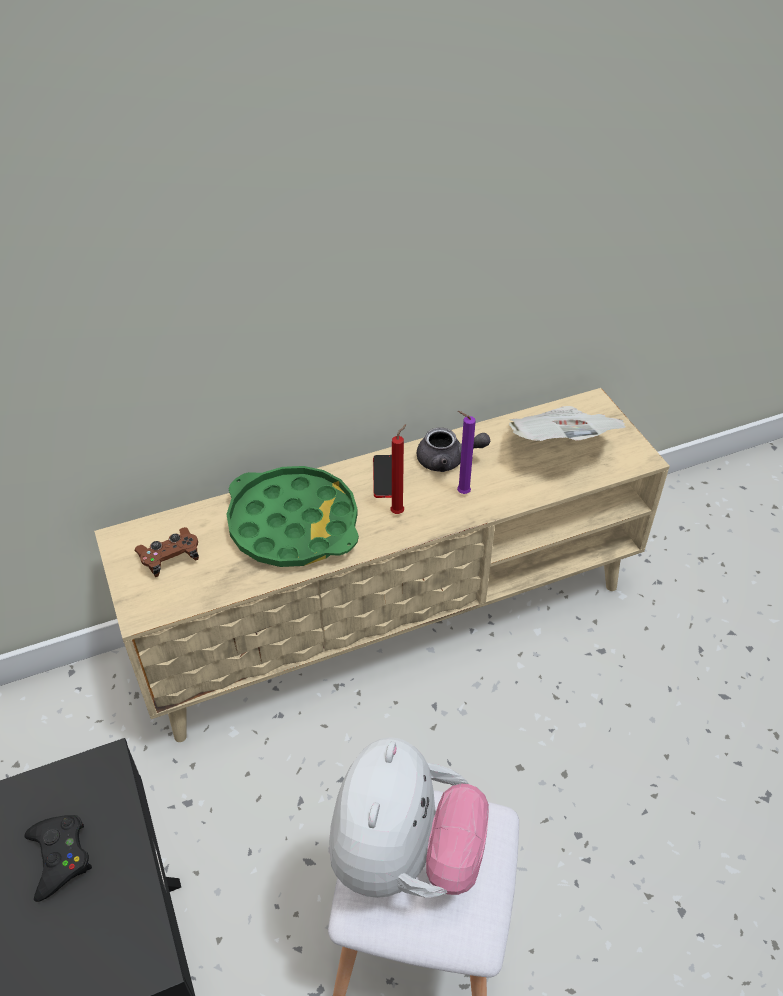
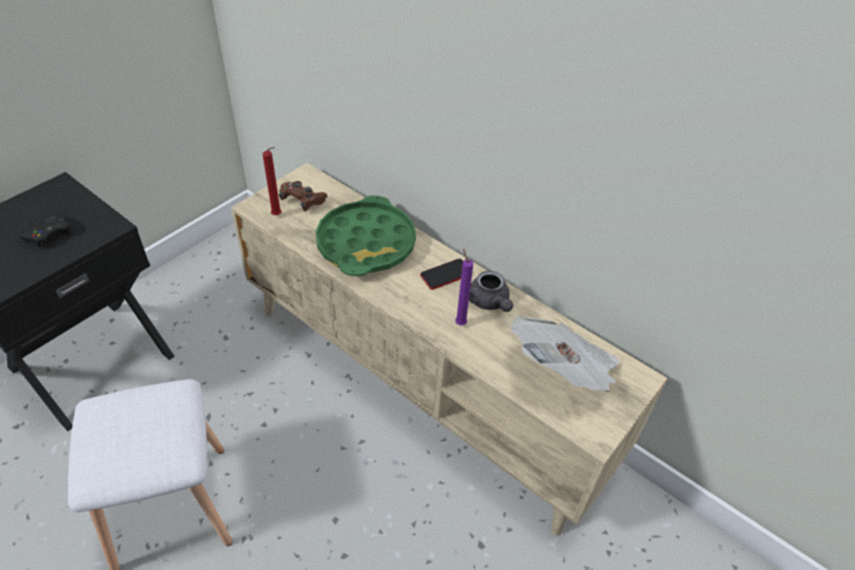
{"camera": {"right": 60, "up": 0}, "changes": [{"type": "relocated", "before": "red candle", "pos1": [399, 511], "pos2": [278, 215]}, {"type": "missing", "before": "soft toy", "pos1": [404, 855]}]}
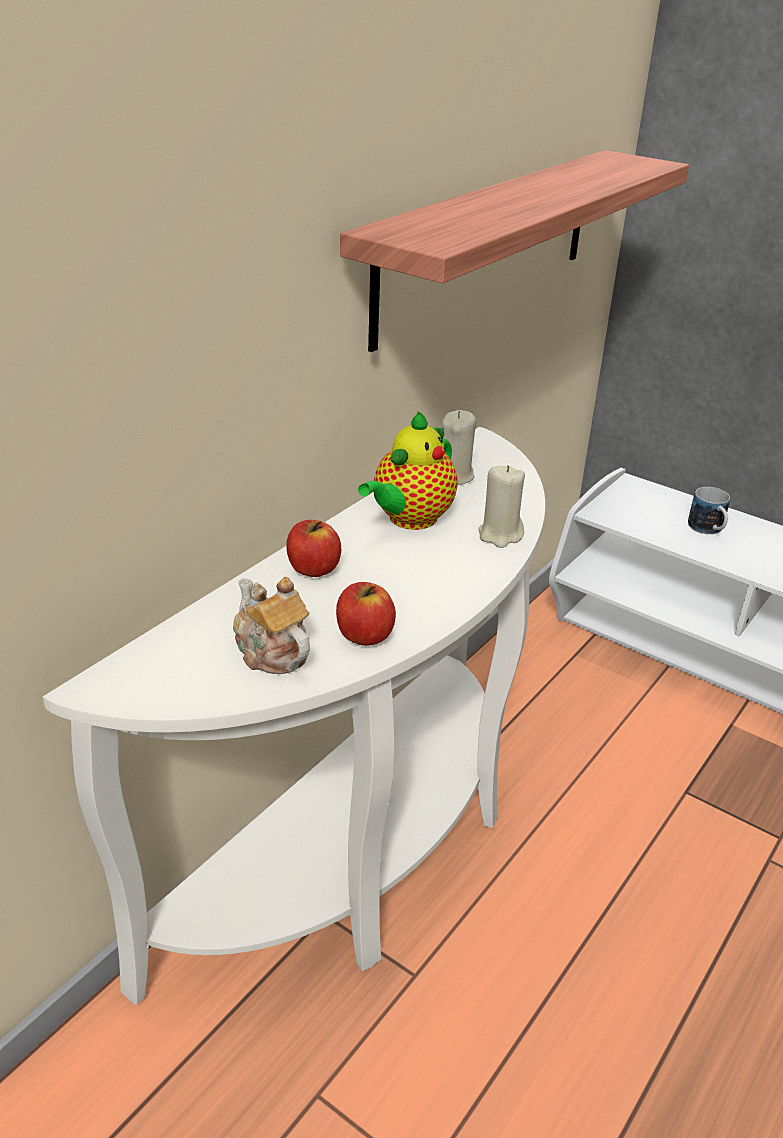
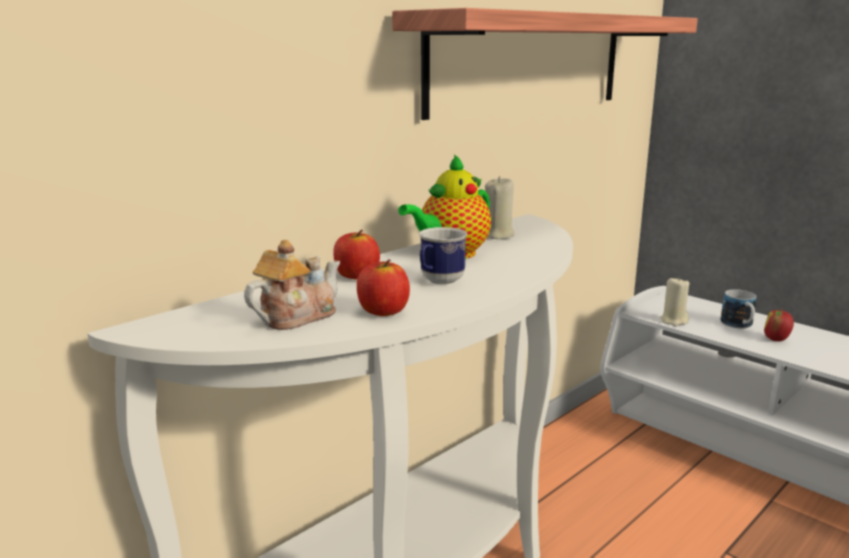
{"camera": {"right": 10, "up": -15}, "changes": [{"type": "spun", "before": "tea pot", "pos1": [270, 652], "pos2": [295, 317], "turn": 75}, {"type": "appeared", "after": "tea mug", "pos2": [438, 282]}, {"type": "relocated", "before": "sand-coloured candle", "pos1": [500, 535], "pos2": [674, 321]}, {"type": "appeared", "after": "apple fruit", "pos2": [776, 339]}]}
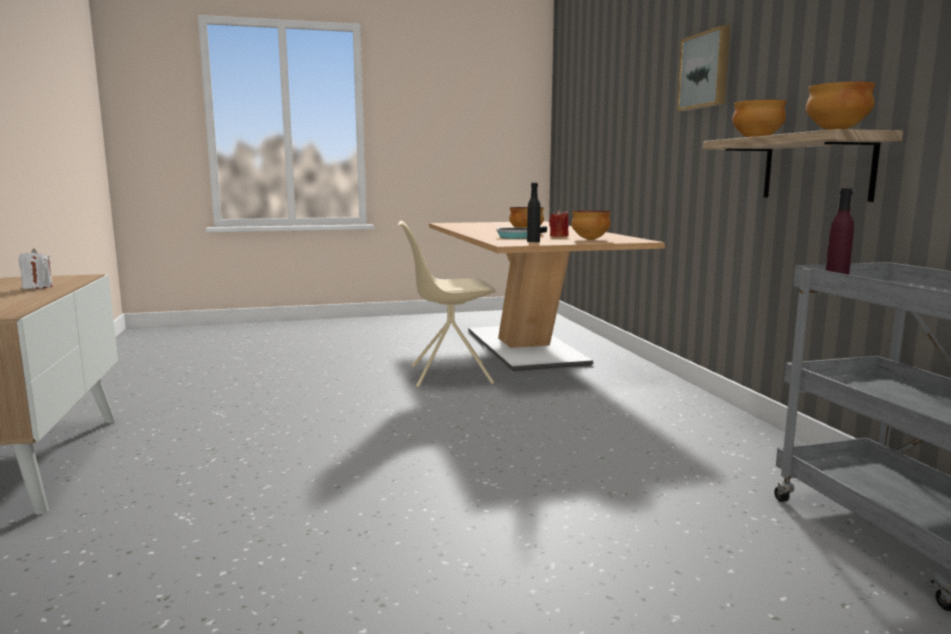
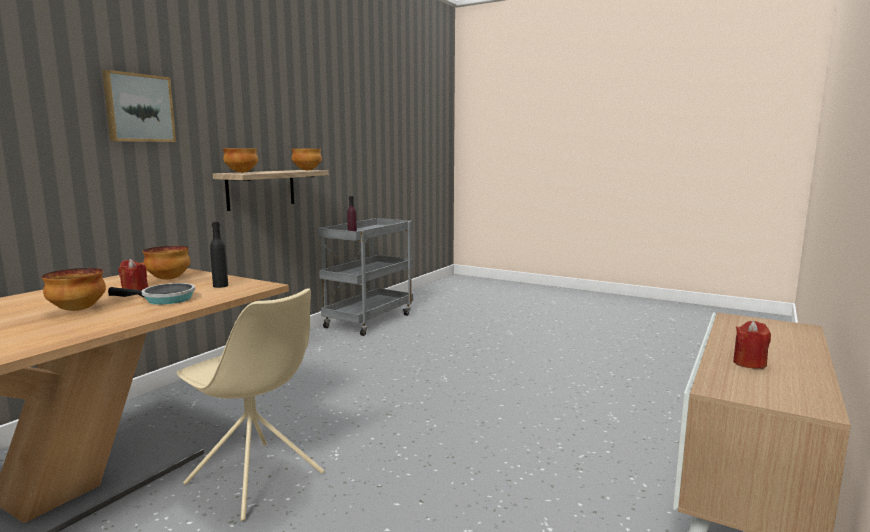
{"camera": {"right": -135, "up": 0}, "changes": [{"type": "colour", "before": "whitish candle", "after": "red candle", "pos1": [37, 287], "pos2": [749, 363]}]}
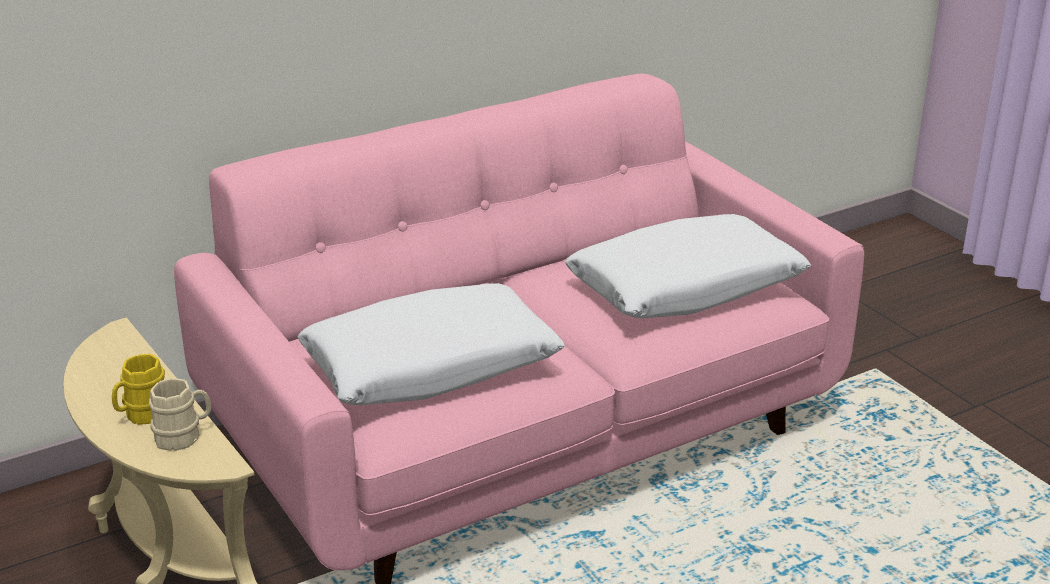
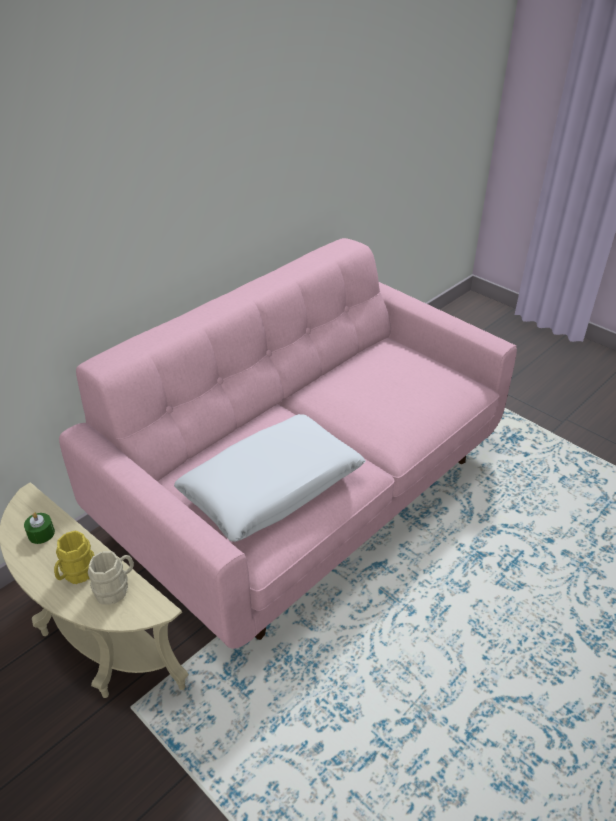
{"camera": {"right": -15, "up": 10}, "changes": [{"type": "appeared", "after": "green-coloured candle", "pos2": [41, 533]}, {"type": "missing", "before": "whitish pillow", "pos1": [686, 287]}]}
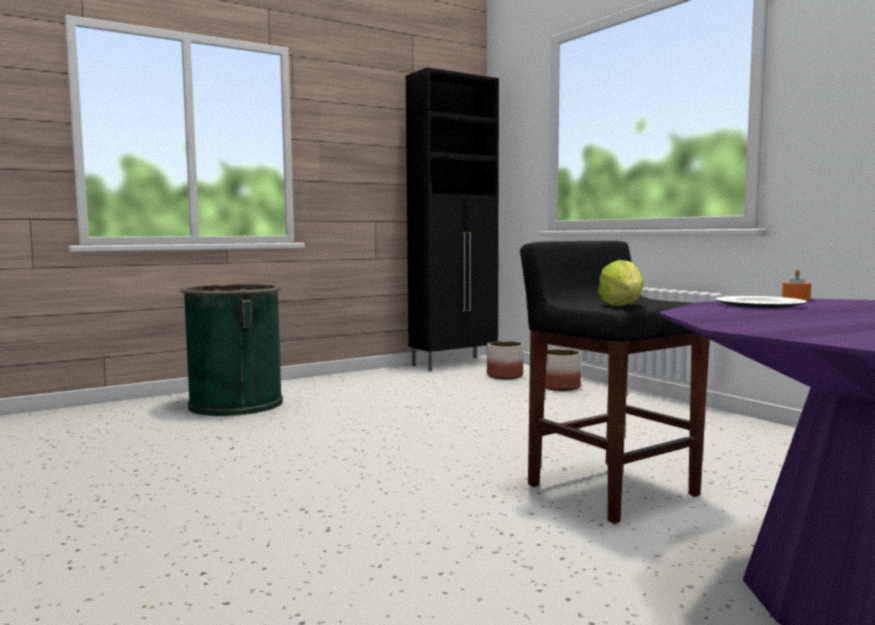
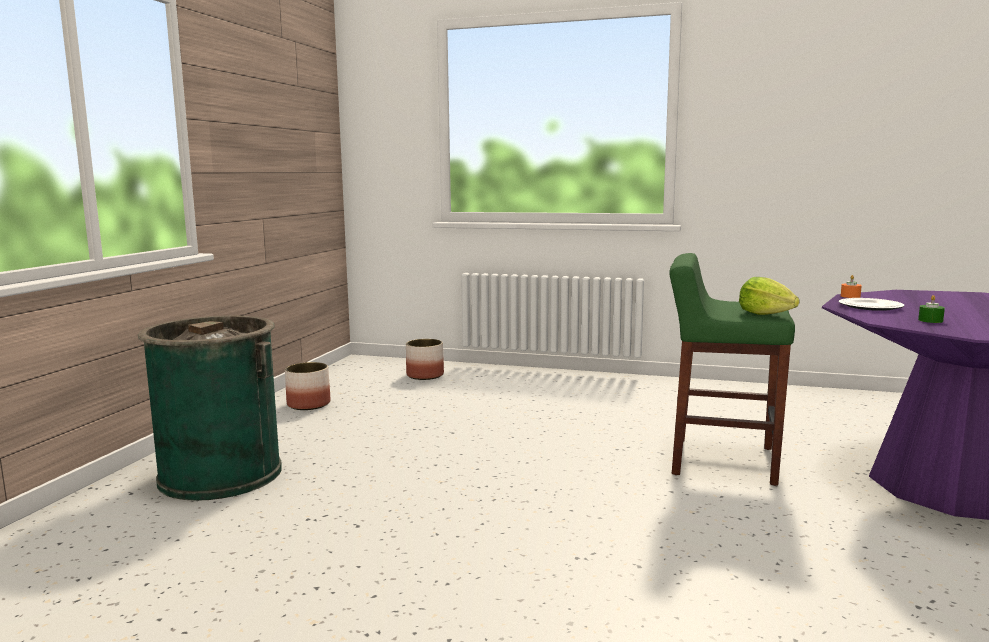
{"camera": {"right": -40, "up": 5}, "changes": [{"type": "relocated", "before": "flower pot", "pos1": [560, 387], "pos2": [308, 404]}, {"type": "colour", "before": "black-coloured sitting stool", "after": "green-coloured sitting stool", "pos1": [610, 489], "pos2": [720, 460]}, {"type": "appeared", "after": "green-coloured candle", "pos2": [930, 320]}, {"type": "missing", "before": "black-coloured storage cabinet", "pos1": [455, 364]}]}
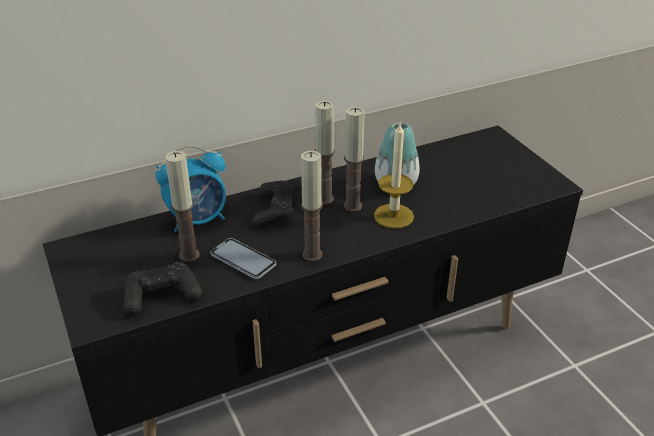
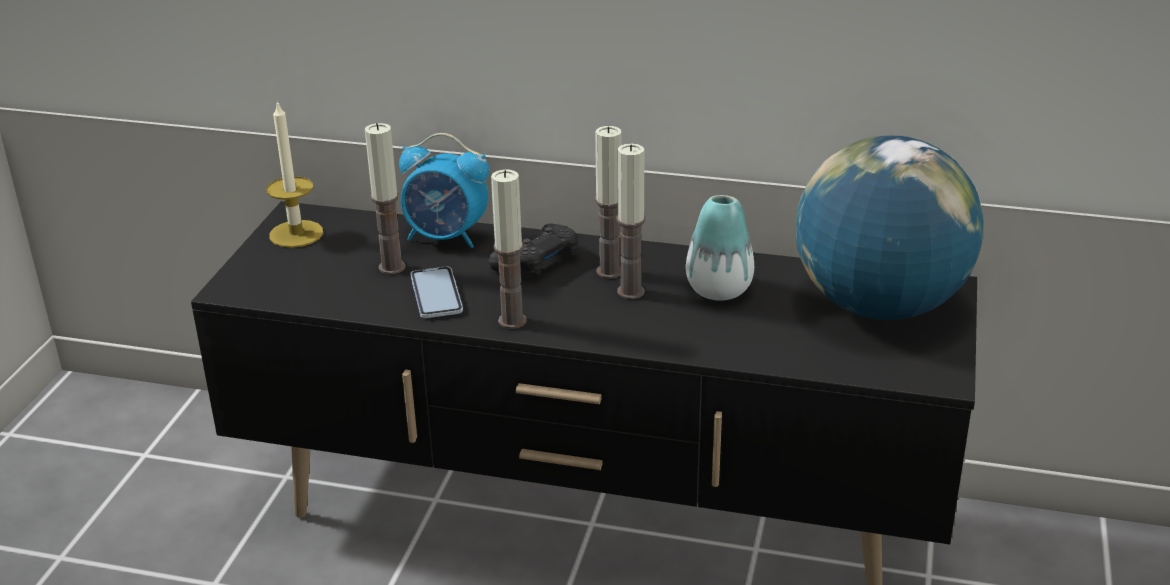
{"camera": {"right": 40, "up": -5}, "changes": [{"type": "relocated", "before": "candle", "pos1": [393, 216], "pos2": [296, 234]}, {"type": "appeared", "after": "globe", "pos2": [879, 305]}, {"type": "missing", "before": "black-coloured joypad", "pos1": [162, 296]}]}
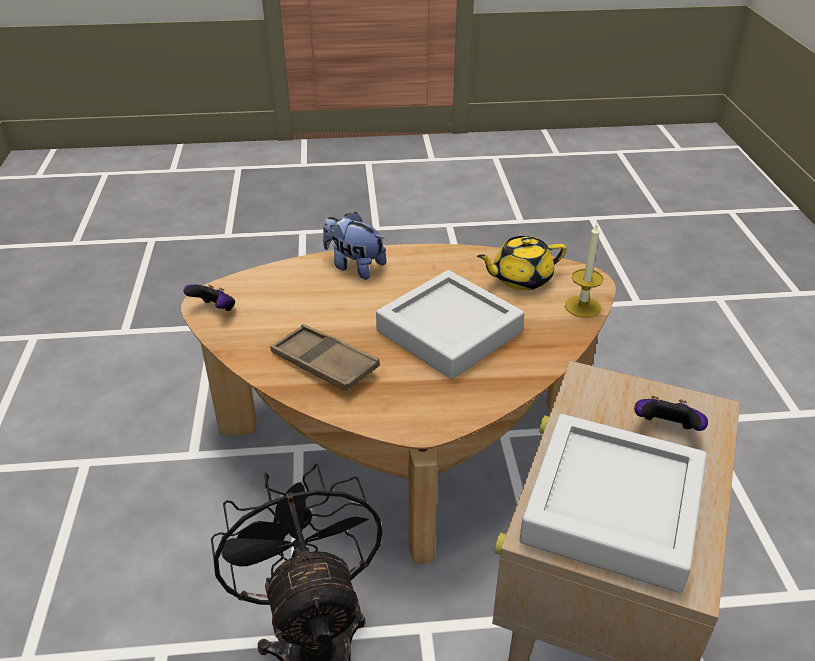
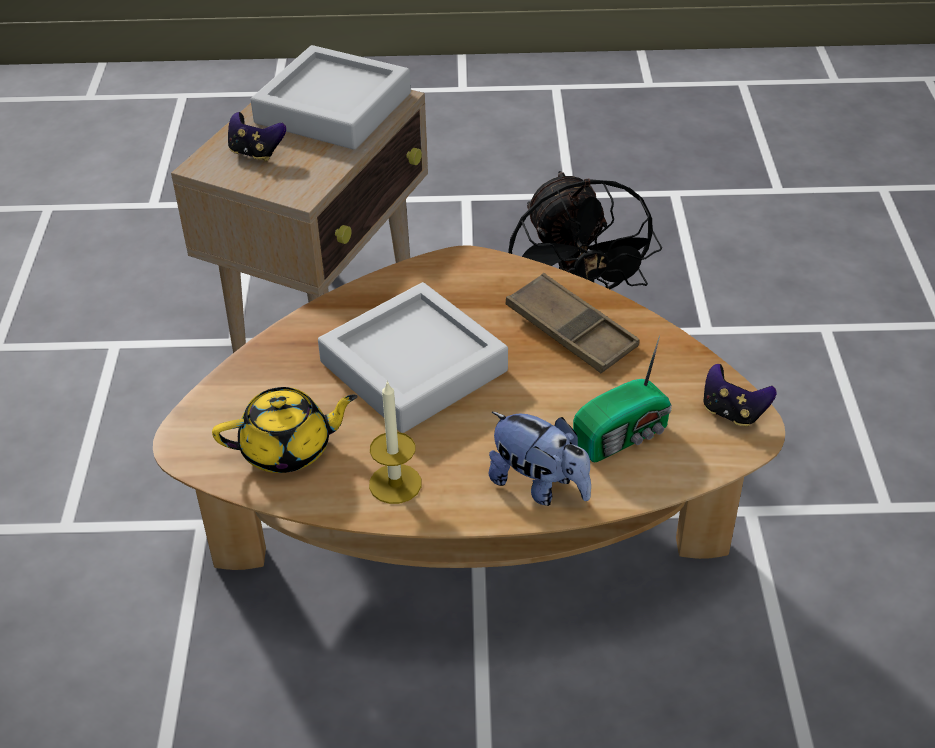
{"camera": {"right": -175, "up": 5}, "changes": [{"type": "relocated", "before": "candle", "pos1": [582, 306], "pos2": [395, 484]}, {"type": "appeared", "after": "radio", "pos2": [624, 436]}]}
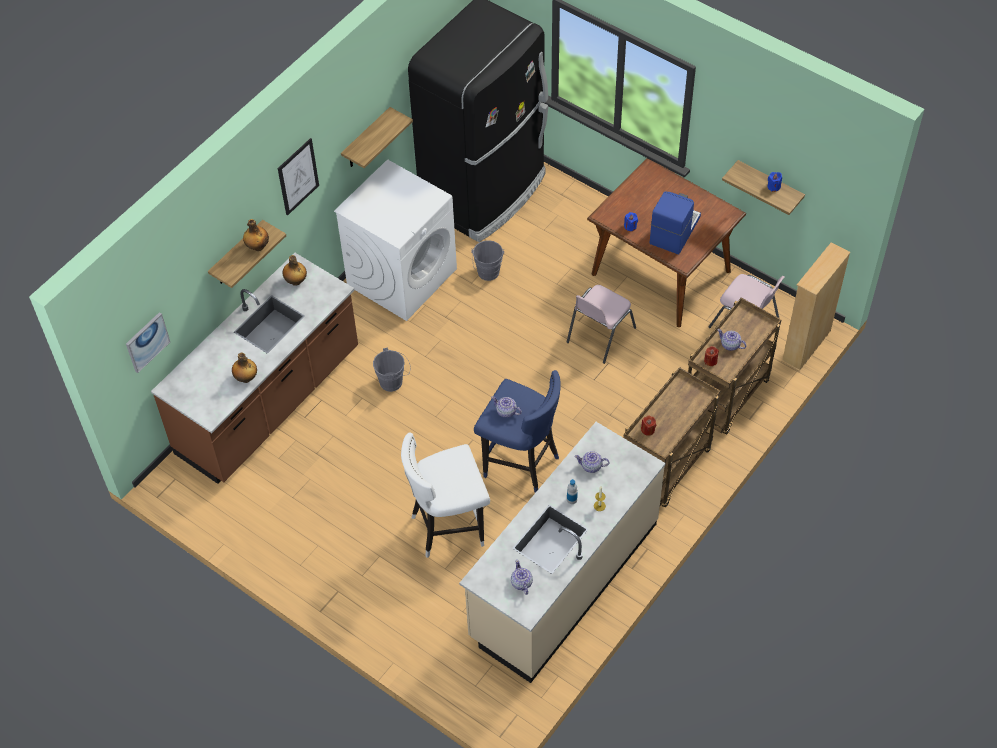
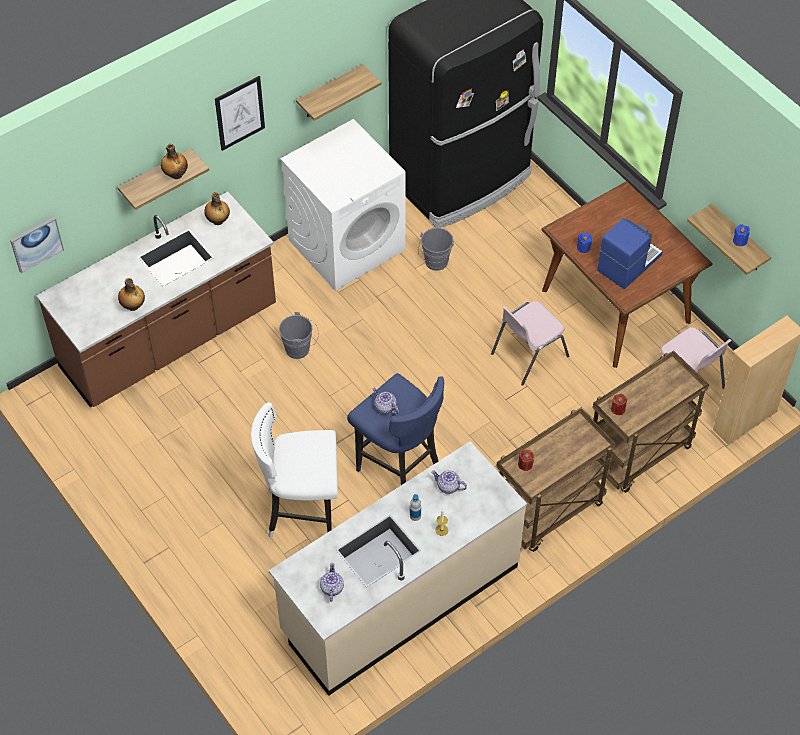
{"camera": {"right": 15, "up": 0}, "changes": [{"type": "missing", "before": "tea pot", "pos1": [730, 345]}]}
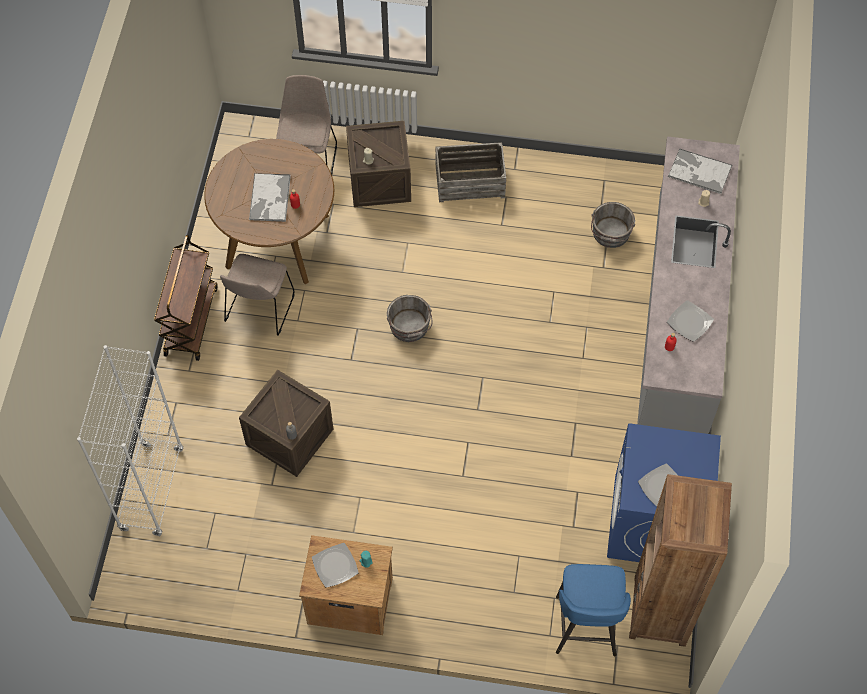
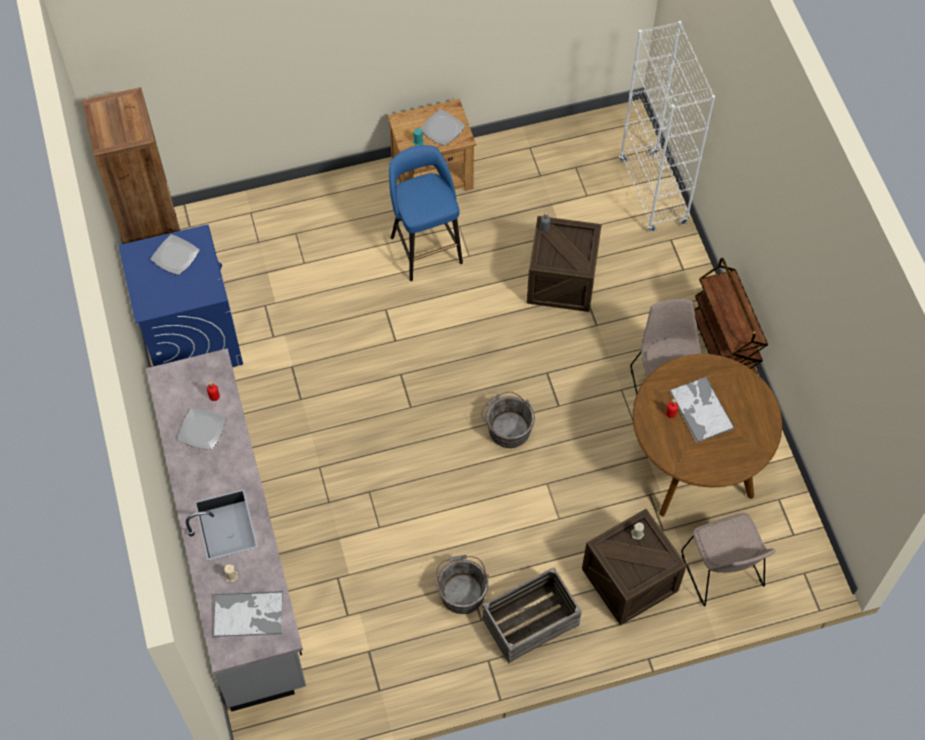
{"camera": {"right": 155, "up": 0}, "changes": [{"type": "relocated", "before": "blue sitting stool", "pos1": [585, 628], "pos2": [425, 248]}, {"type": "relocated", "before": "greyish bucket", "pos1": [610, 234], "pos2": [462, 590]}]}
